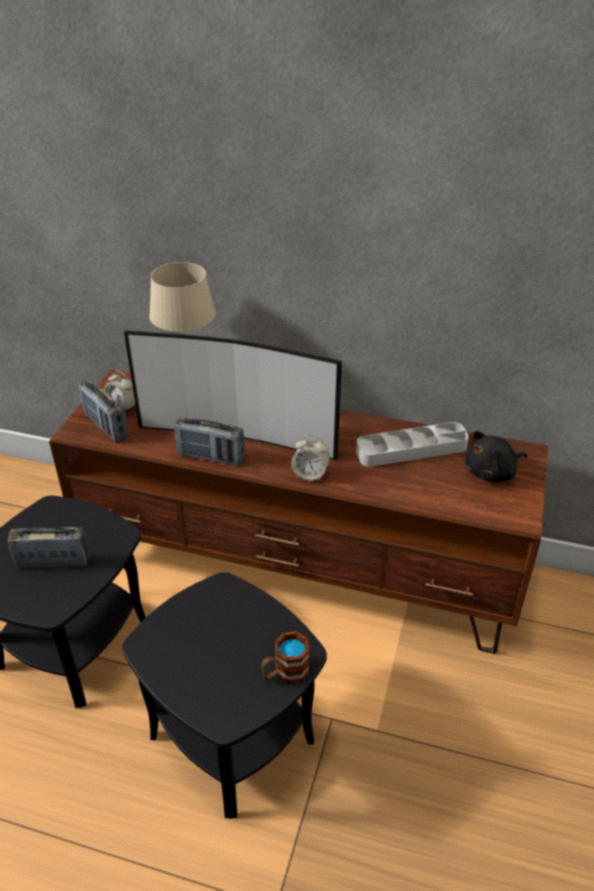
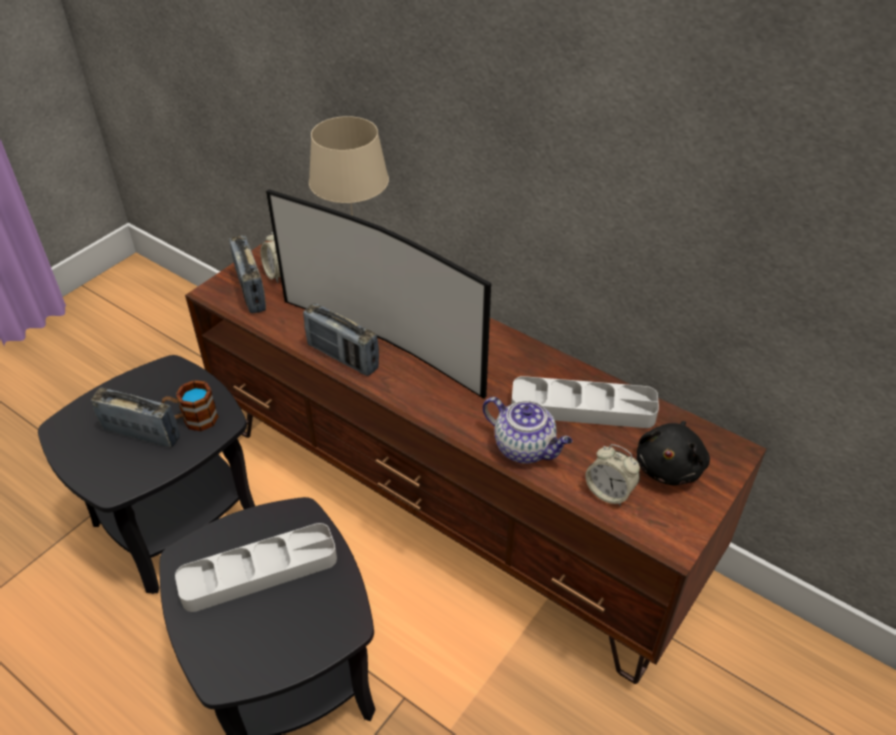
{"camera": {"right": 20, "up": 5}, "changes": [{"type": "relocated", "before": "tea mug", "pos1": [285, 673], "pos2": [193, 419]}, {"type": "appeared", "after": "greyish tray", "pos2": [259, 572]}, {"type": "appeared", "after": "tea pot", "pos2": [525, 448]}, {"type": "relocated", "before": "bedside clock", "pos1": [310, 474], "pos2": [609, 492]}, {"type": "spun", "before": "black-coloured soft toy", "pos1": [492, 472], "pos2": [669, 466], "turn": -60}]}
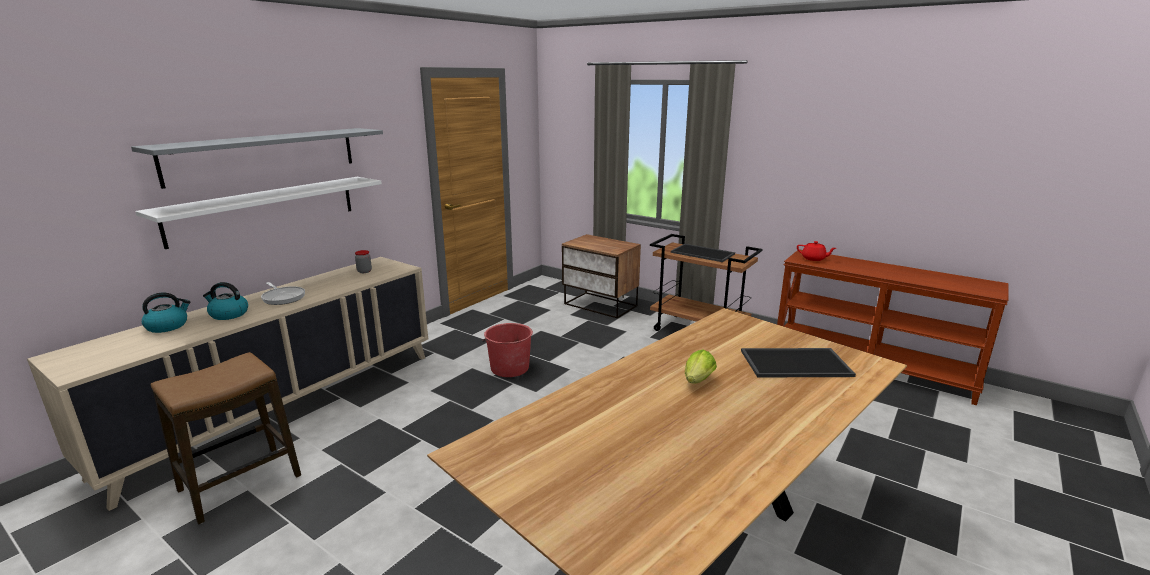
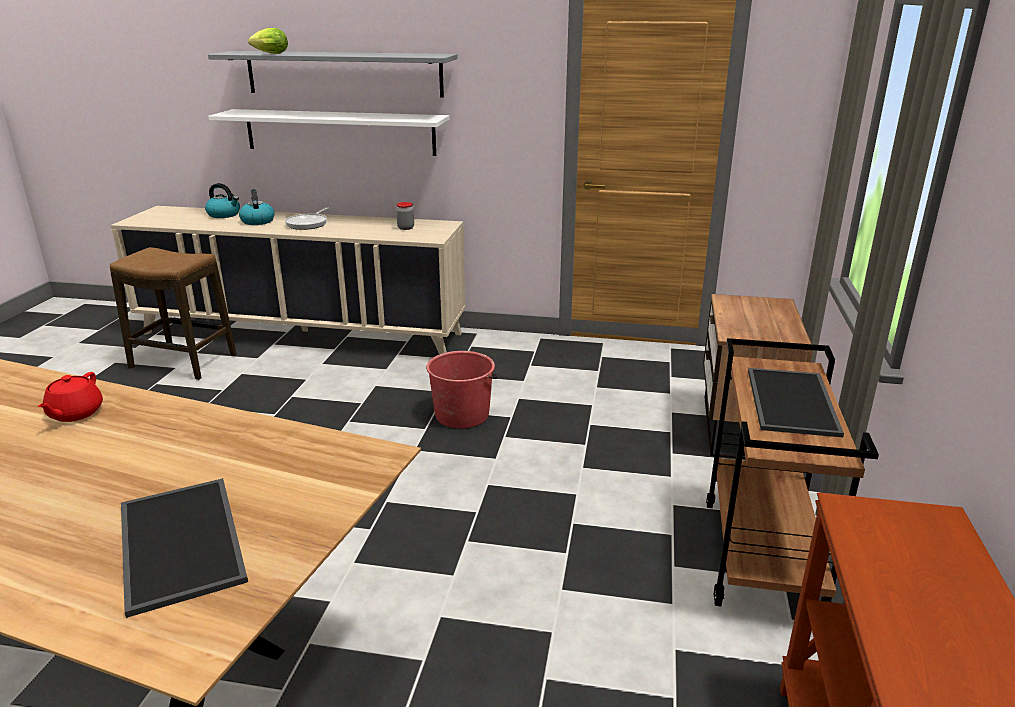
{"camera": {"right": 65, "up": 5}, "changes": [{"type": "relocated", "before": "red tea pot", "pos1": [814, 259], "pos2": [75, 414]}, {"type": "relocated", "before": "head of lettuce", "pos1": [697, 382], "pos2": [269, 53]}]}
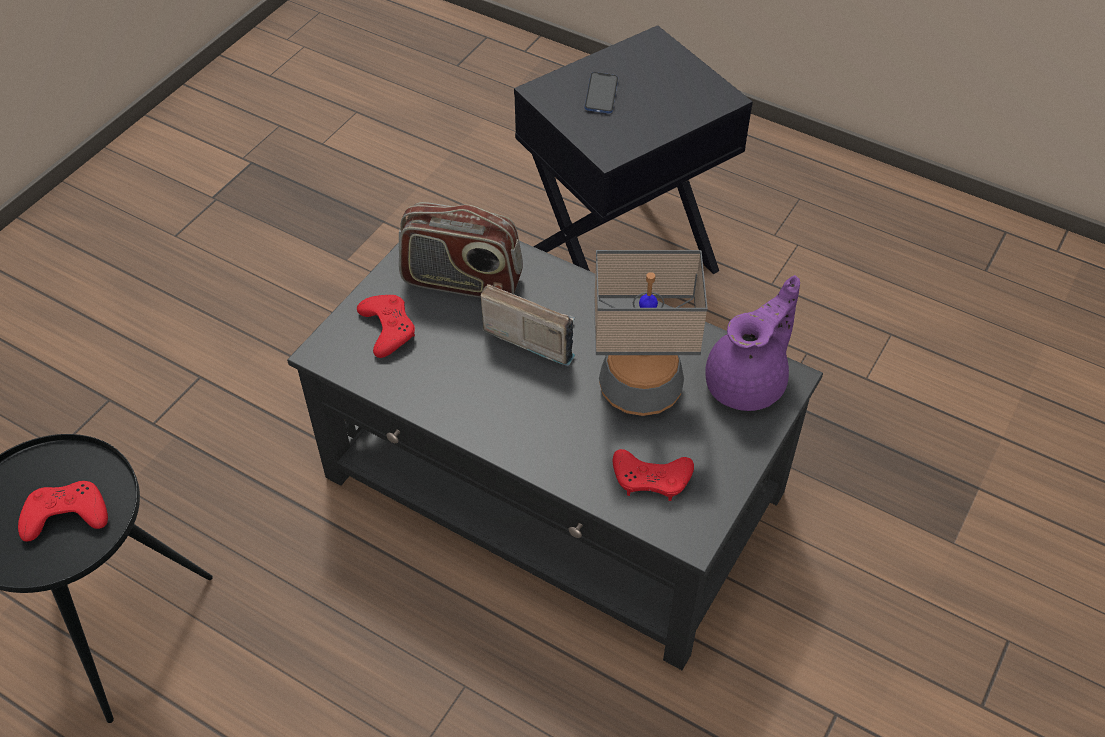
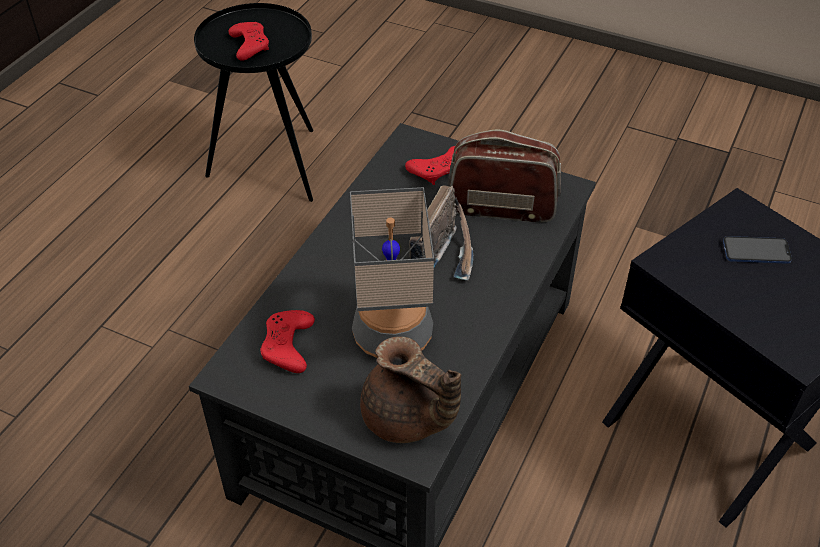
{"camera": {"right": 85, "up": -5}, "changes": [{"type": "colour", "before": "purple-coloured tea pot", "after": "brown-coloured tea pot", "pos1": [748, 383], "pos2": [407, 419]}, {"type": "spun", "before": "radio", "pos1": [462, 281], "pos2": [502, 207], "turn": 90}]}
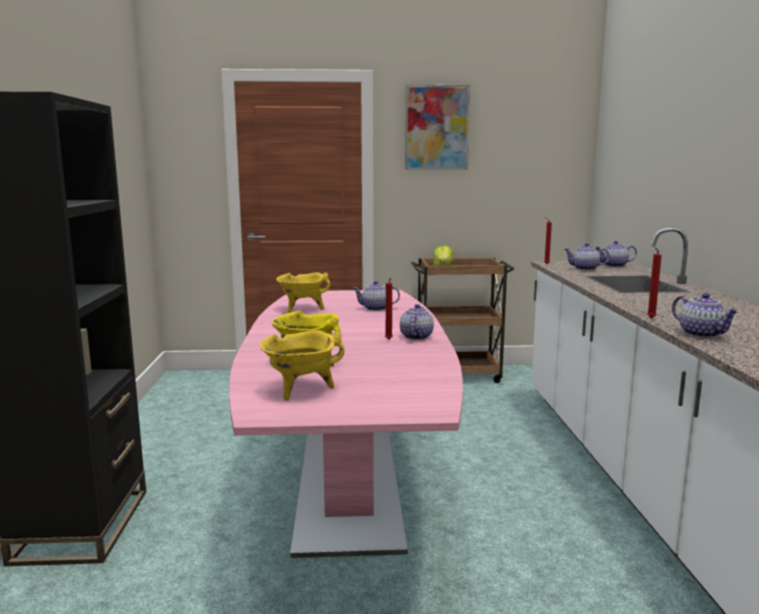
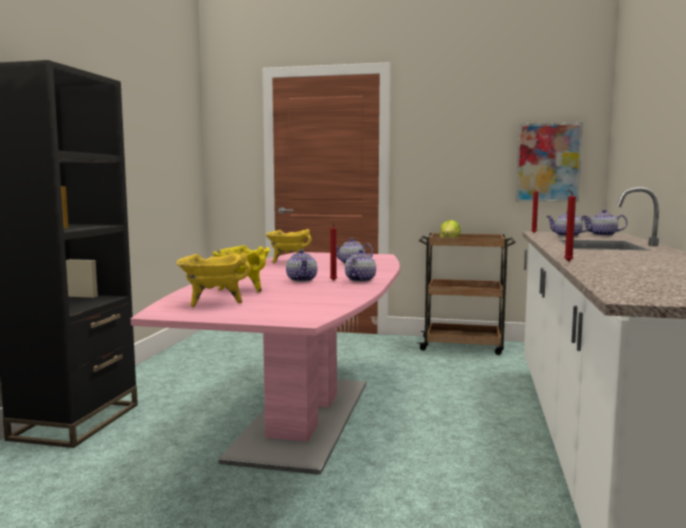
{"camera": {"right": 15, "up": -5}, "changes": [{"type": "relocated", "before": "tea pot", "pos1": [702, 334], "pos2": [302, 280]}, {"type": "relocated", "before": "wall art", "pos1": [436, 128], "pos2": [548, 162]}]}
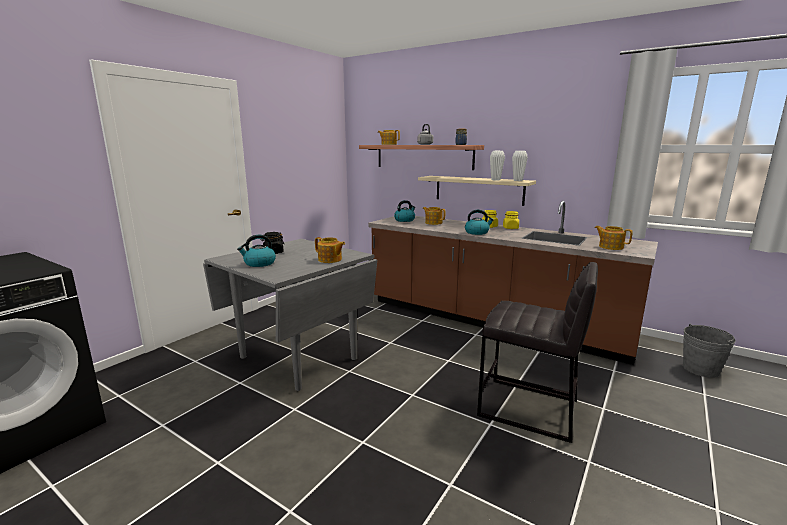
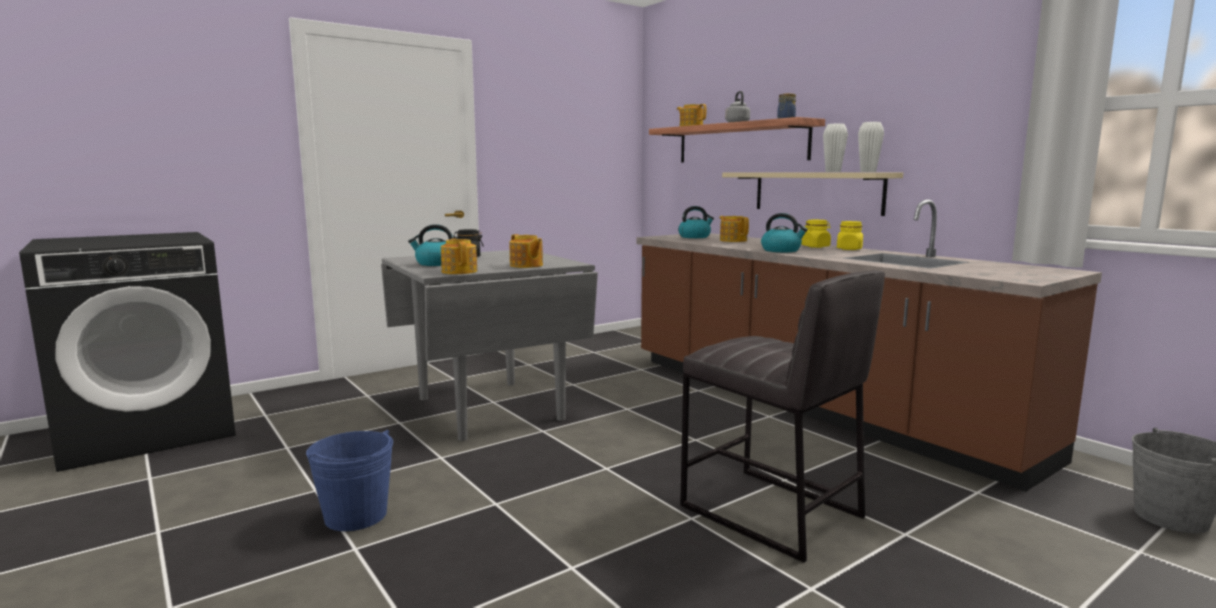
{"camera": {"right": 20, "up": -5}, "changes": [{"type": "appeared", "after": "blue bucket", "pos2": [356, 516]}, {"type": "relocated", "before": "tea pot", "pos1": [610, 247], "pos2": [459, 271]}]}
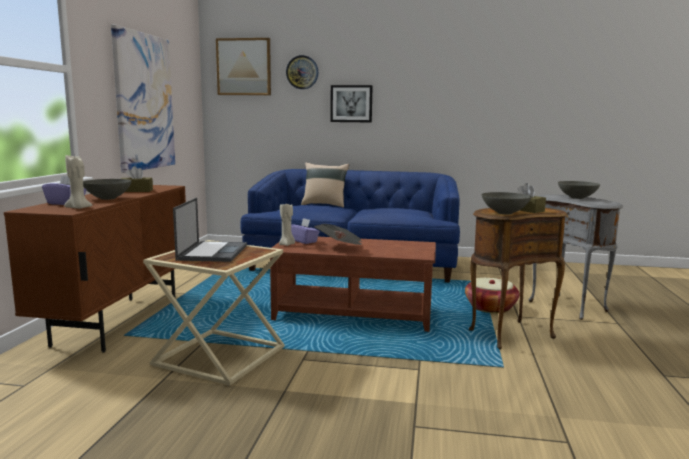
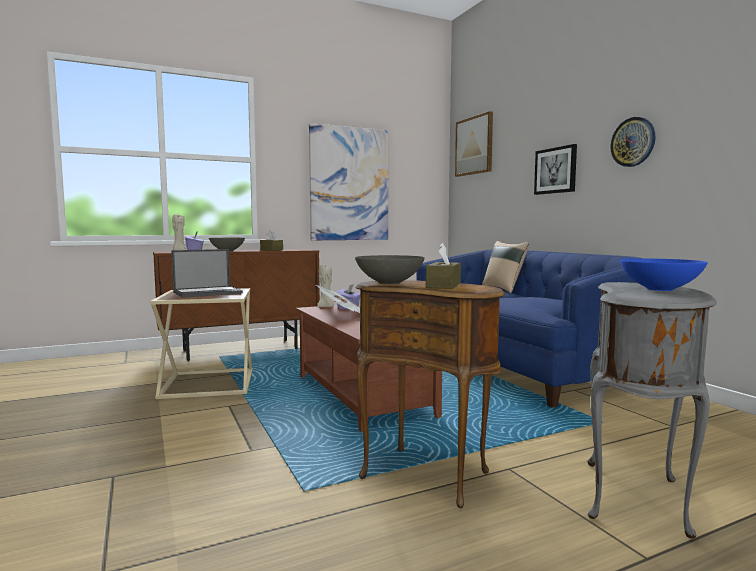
{"camera": {"right": 55, "up": -5}, "changes": [{"type": "relocated", "before": "wall clock", "pos1": [302, 72], "pos2": [633, 142]}, {"type": "colour", "before": "greyish deep dish", "after": "blue deep dish", "pos1": [576, 198], "pos2": [659, 289]}, {"type": "missing", "before": "storage basket", "pos1": [490, 308]}]}
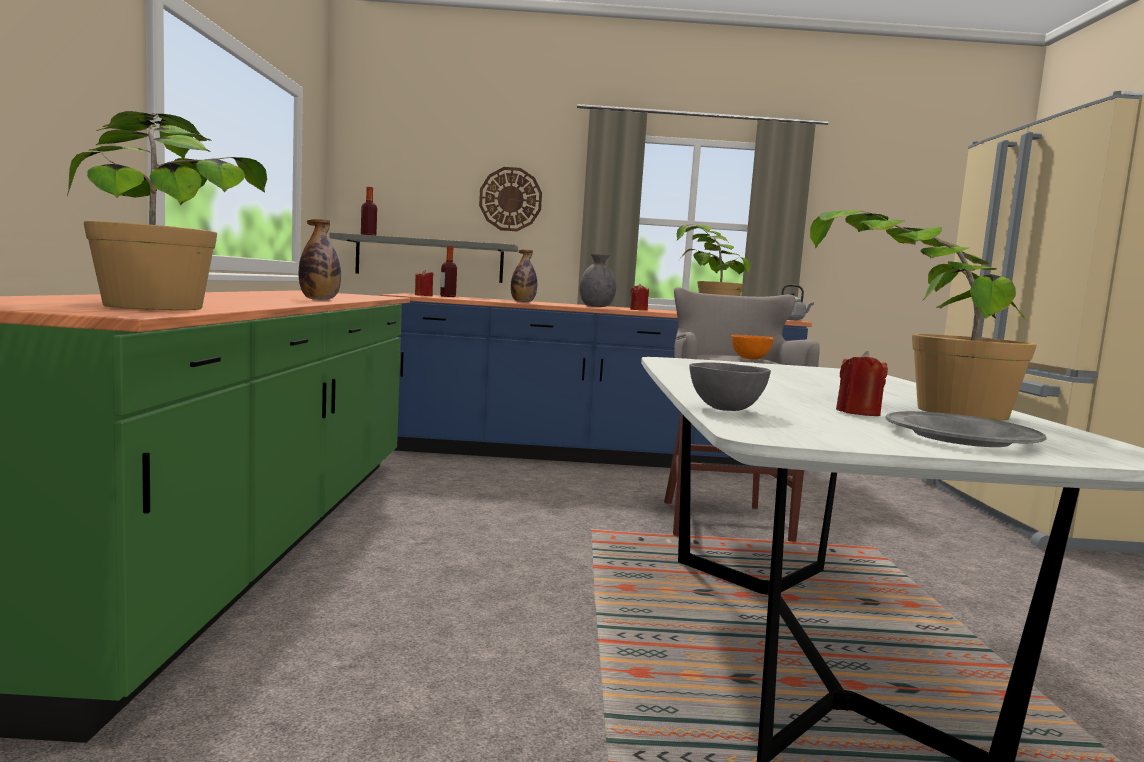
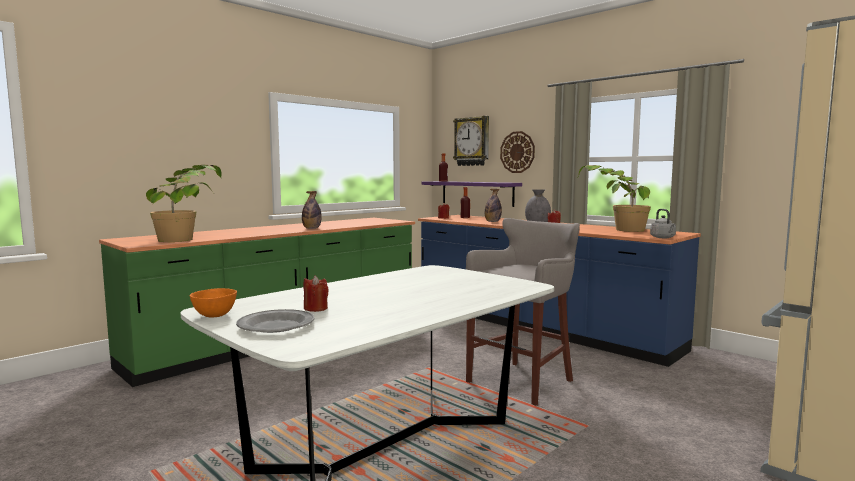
{"camera": {"right": 45, "up": 0}, "changes": [{"type": "relocated", "before": "orange-coloured deep dish", "pos1": [750, 359], "pos2": [214, 316]}, {"type": "colour", "before": "greyish wall shelf", "after": "purple-coloured wall shelf", "pos1": [429, 259], "pos2": [477, 193]}, {"type": "appeared", "after": "wall clock", "pos2": [472, 141]}, {"type": "missing", "before": "greyish deep dish", "pos1": [725, 409]}, {"type": "missing", "before": "houseplant", "pos1": [913, 406]}]}
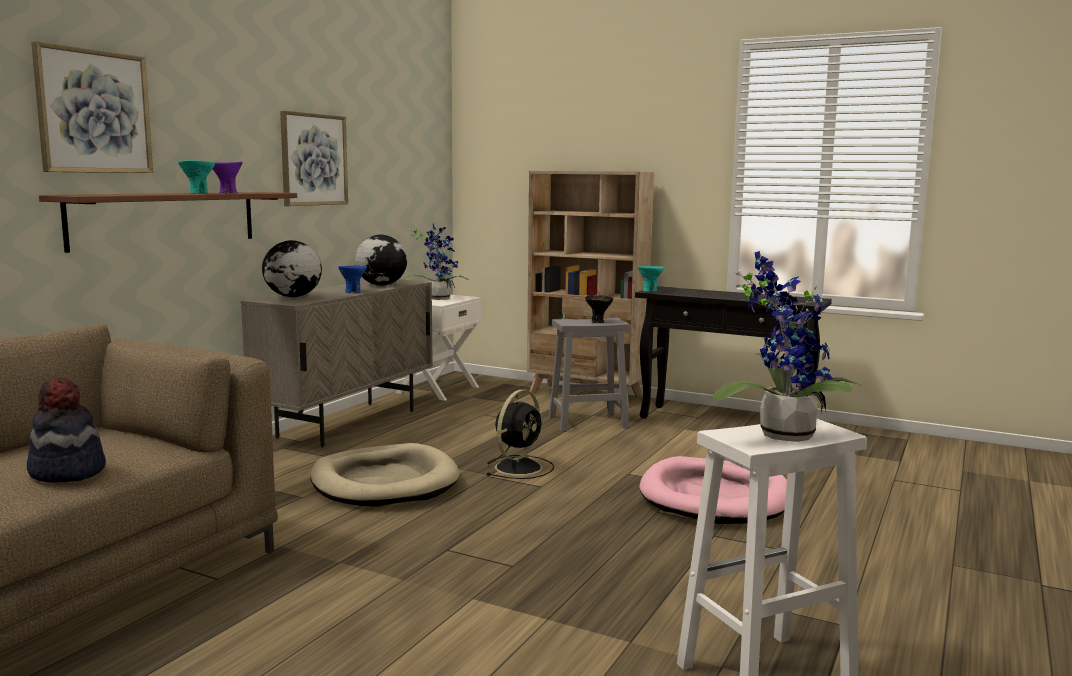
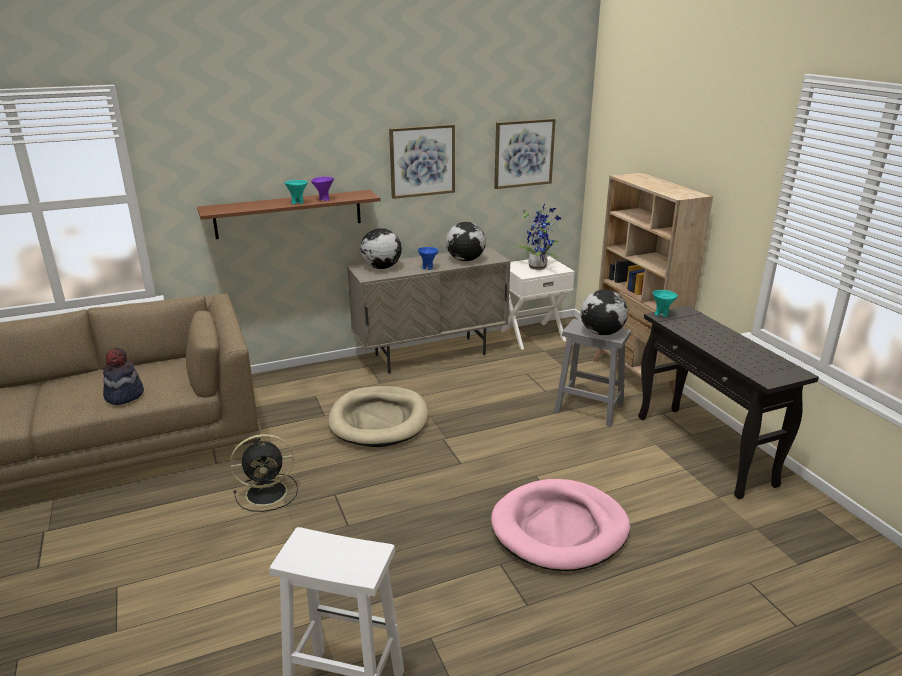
{"camera": {"right": 40, "up": 15}, "changes": [{"type": "relocated", "before": "black-coloured cooling fan", "pos1": [519, 467], "pos2": [268, 492]}, {"type": "relocated", "before": "wall art", "pos1": [94, 112], "pos2": [523, 153]}, {"type": "exchanged", "before": "black-coloured deep dish", "after": "globe", "pos1": [598, 322], "pos2": [602, 333]}, {"type": "missing", "before": "houseplant", "pos1": [781, 433]}]}
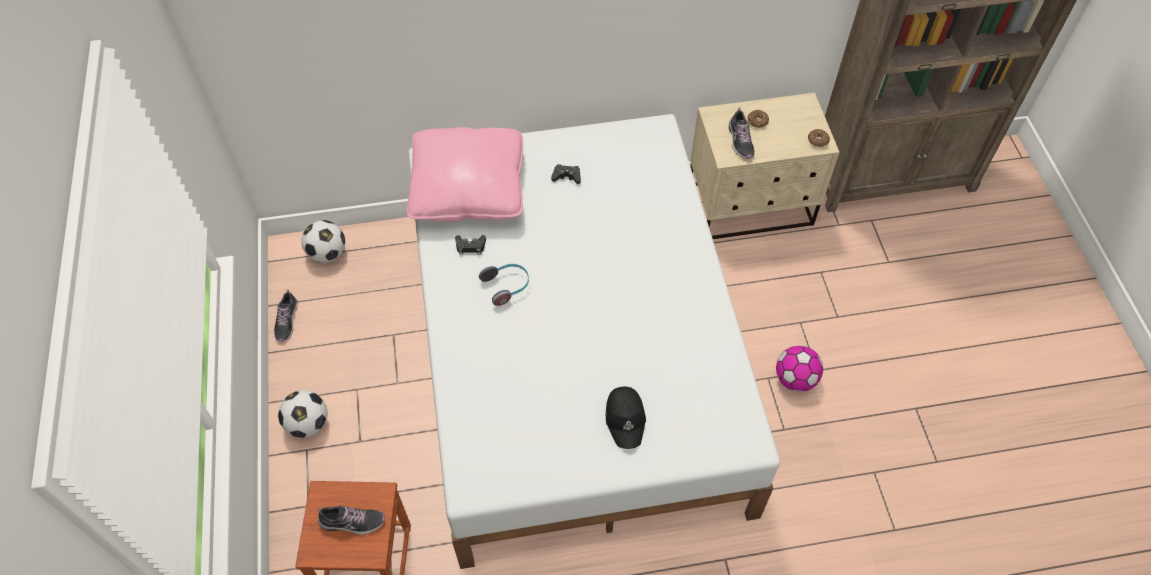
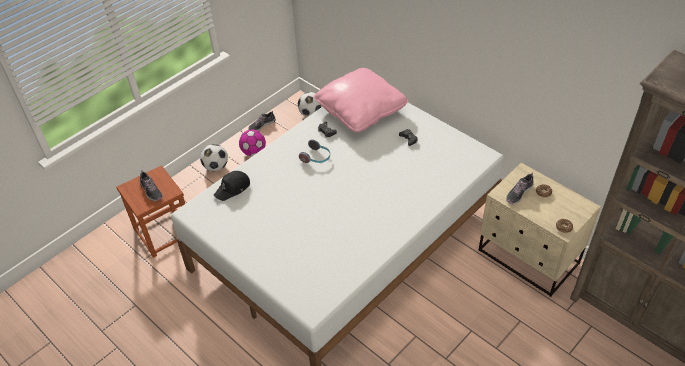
{"camera": {"right": 55, "up": -10}, "changes": [{"type": "relocated", "before": "black-coloured cap", "pos1": [626, 418], "pos2": [233, 188]}, {"type": "relocated", "before": "ball for football", "pos1": [795, 379], "pos2": [254, 152]}]}
